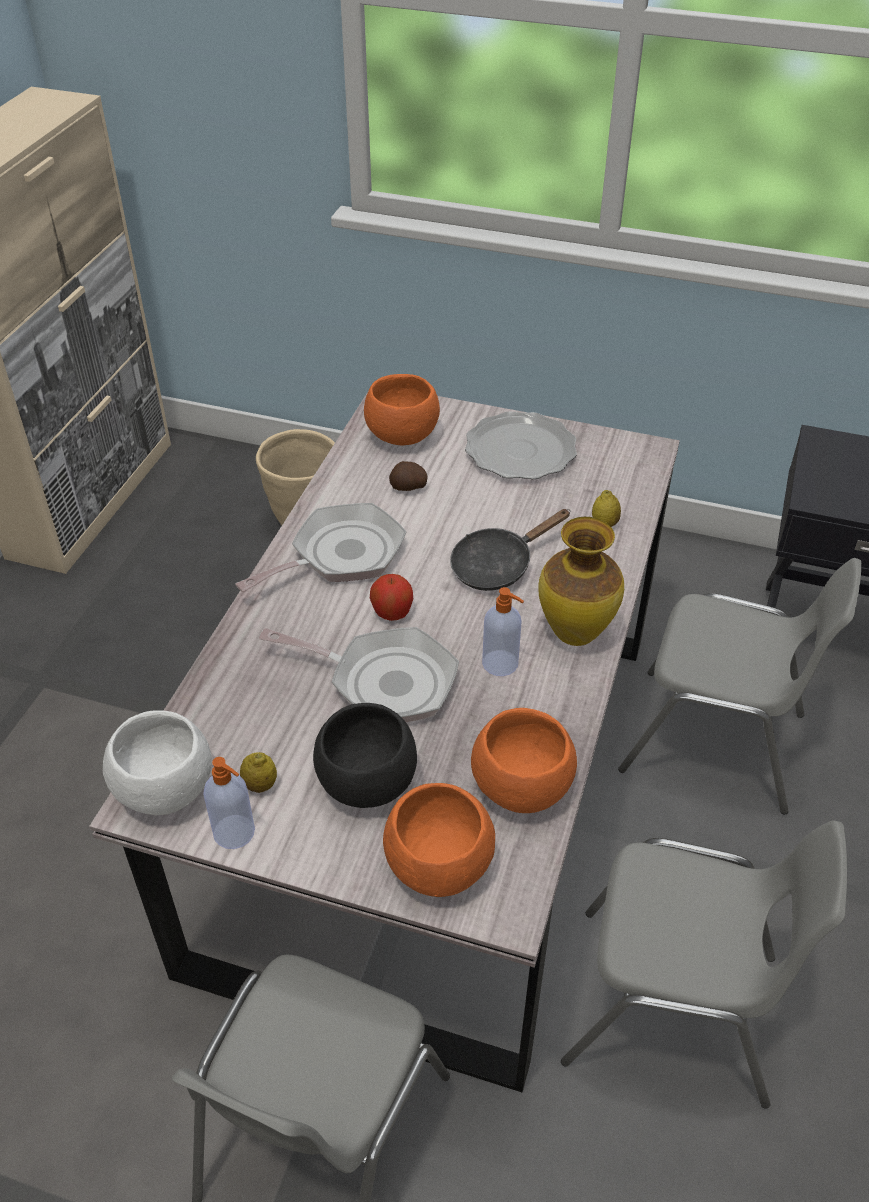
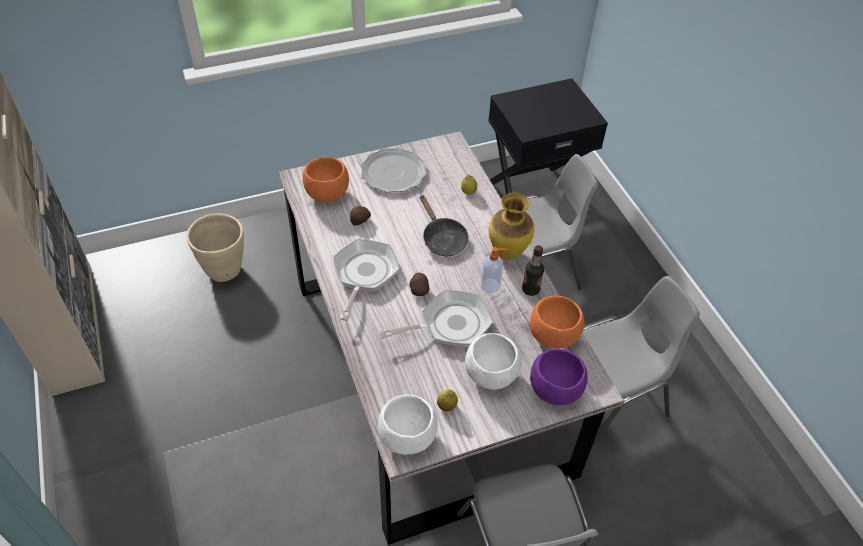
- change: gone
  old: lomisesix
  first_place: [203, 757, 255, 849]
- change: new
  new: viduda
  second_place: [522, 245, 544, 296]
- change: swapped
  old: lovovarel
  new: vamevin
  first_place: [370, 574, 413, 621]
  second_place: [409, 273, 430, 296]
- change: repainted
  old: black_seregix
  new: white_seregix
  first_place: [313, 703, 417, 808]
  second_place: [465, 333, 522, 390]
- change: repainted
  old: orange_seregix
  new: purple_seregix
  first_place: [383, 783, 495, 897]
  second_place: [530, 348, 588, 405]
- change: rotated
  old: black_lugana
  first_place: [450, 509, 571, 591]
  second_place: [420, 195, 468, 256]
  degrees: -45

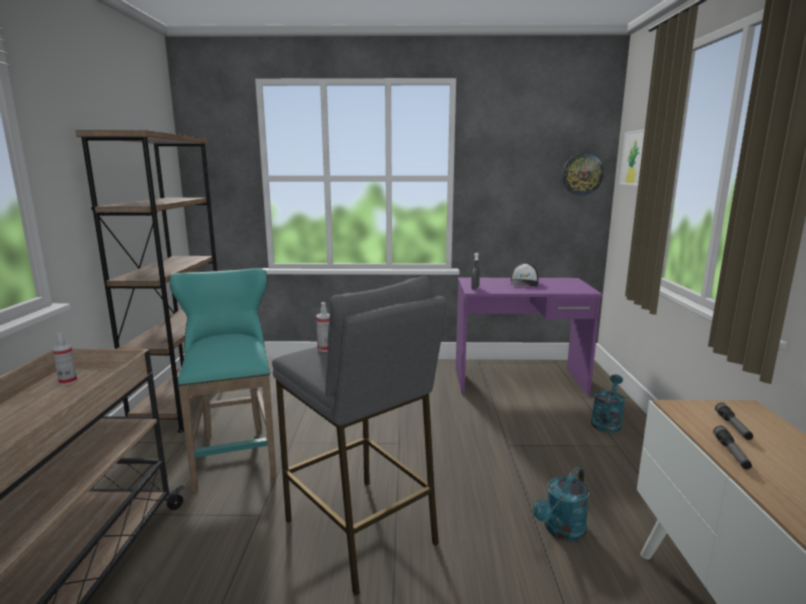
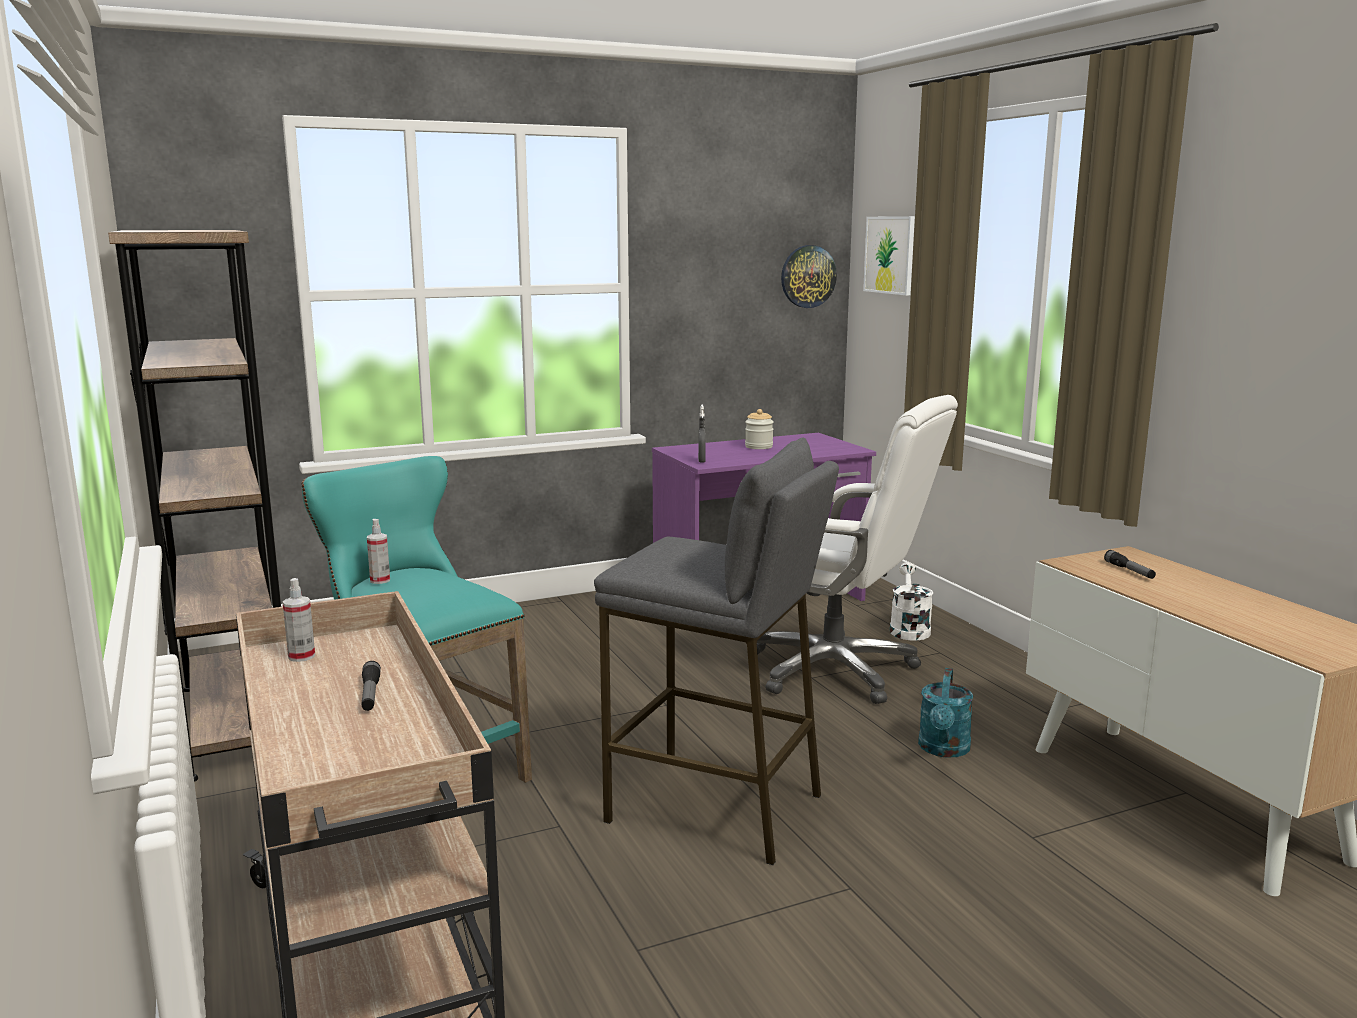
- change: new
  new: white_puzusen
  second_place: [757, 395, 958, 704]
- change: shifted
  old: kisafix
  first_place: [316, 302, 330, 352]
  second_place: [367, 519, 390, 584]
- change: shifted
  old: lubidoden
  first_place: [713, 426, 752, 469]
  second_place: [361, 661, 381, 711]
- change: swapped
  old: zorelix
  new: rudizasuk
  first_place: [510, 263, 538, 287]
  second_place: [745, 409, 774, 449]
- change: repainted
  old: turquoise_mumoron
  new: white_mumoron
  first_place: [591, 374, 625, 433]
  second_place: [890, 562, 933, 641]

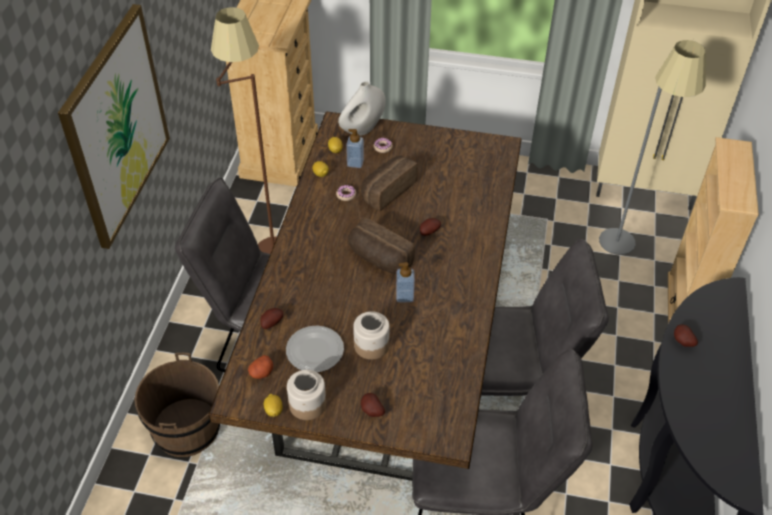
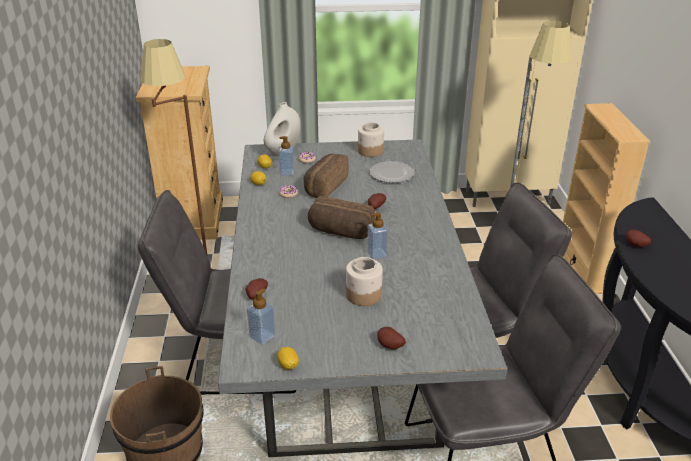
- change: gone
  old: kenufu
  first_place: [58, 4, 170, 249]
- change: shifted
  old: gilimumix
  first_place: [286, 326, 344, 372]
  second_place: [370, 161, 414, 183]
- change: shifted
  old: rudizasuk
  first_place: [287, 370, 326, 420]
  second_place: [358, 122, 384, 157]
- change: swapped
  old: vamevin
  new: lomisesix
  first_place: [248, 355, 273, 379]
  second_place: [247, 288, 275, 344]
- change: repainted
  old: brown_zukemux
  new: grey_zukemux
  first_place: [209, 111, 522, 481]
  second_place: [218, 139, 507, 457]

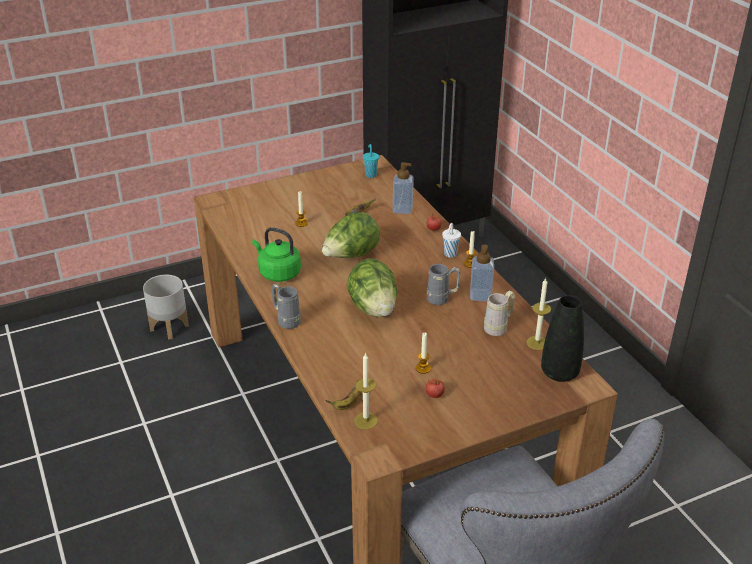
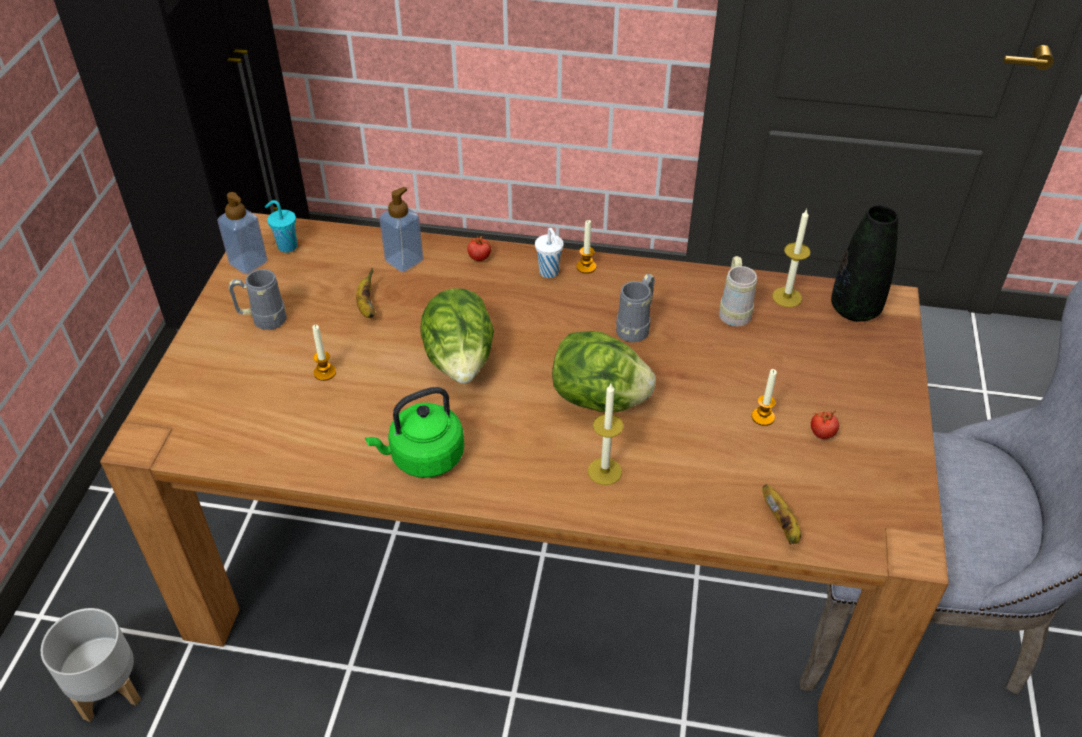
- change: shifted
  old: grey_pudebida
  first_place: [271, 284, 301, 329]
  second_place: [228, 269, 287, 330]
- change: shifted
  old: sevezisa
  first_place: [354, 352, 378, 429]
  second_place: [588, 384, 623, 485]
- change: shifted
  old: lomisesix
  first_place: [470, 245, 494, 301]
  second_place: [217, 192, 268, 274]

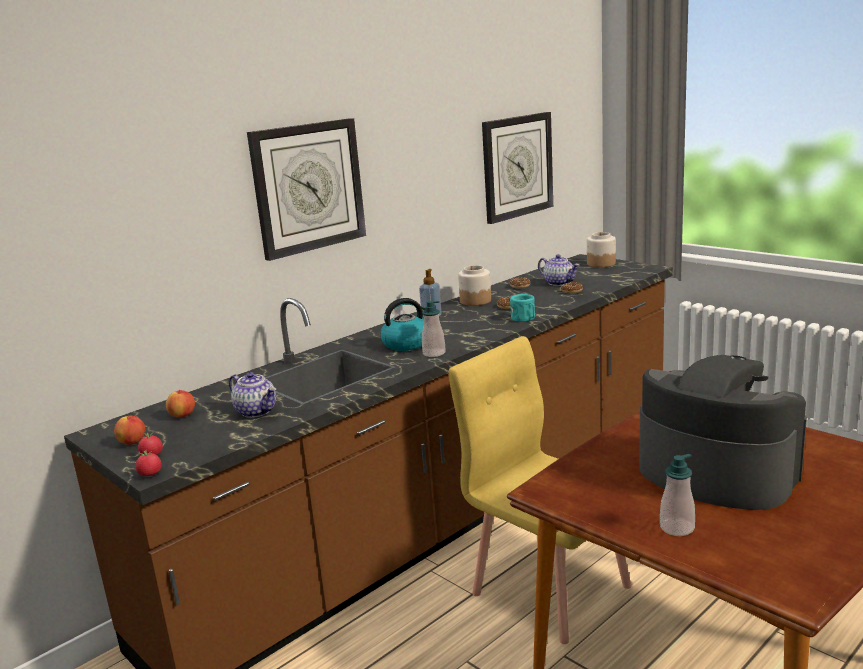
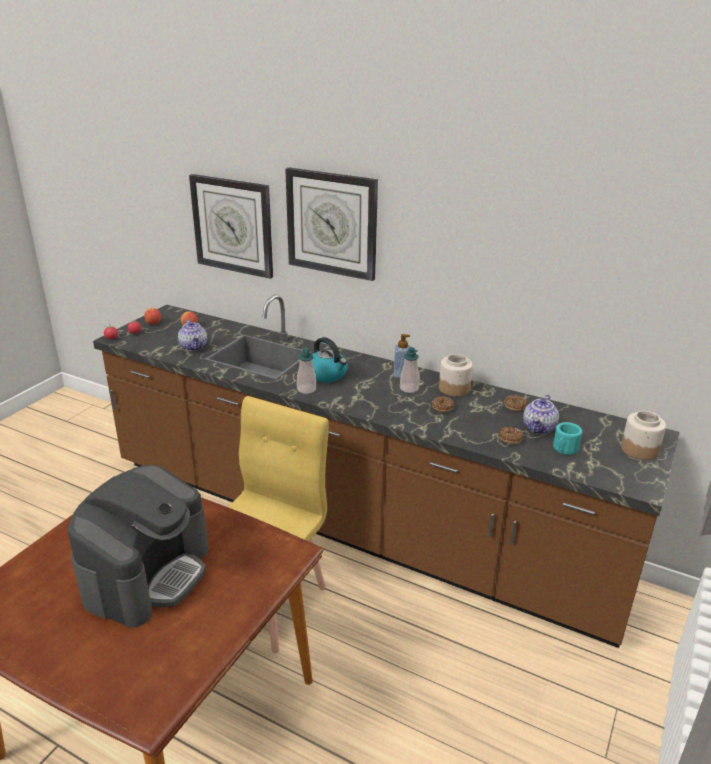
- change: shifted
  old: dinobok
  first_place: [482, 112, 553, 224]
  second_place: [189, 174, 273, 279]
- change: shifted
  old: turquoise_pudebida
  first_place: [510, 294, 535, 322]
  second_place: [553, 422, 582, 455]
- change: shifted
  old: lomisesix
  first_place: [660, 454, 695, 536]
  second_place: [400, 347, 420, 393]
- change: rotated
  old: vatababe
  first_place: [229, 372, 276, 418]
  second_place: [178, 320, 207, 351]
  degrees: -45

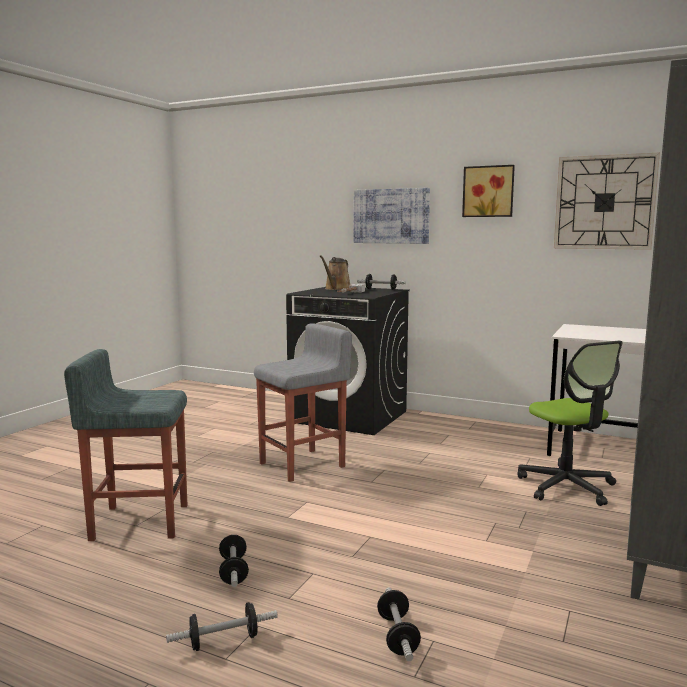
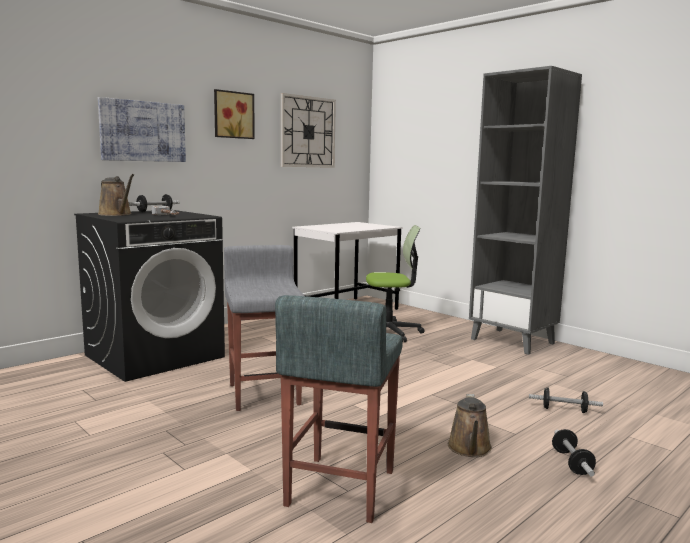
- change: swapped
  old: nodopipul
  new: brown_mumoron
  first_place: [219, 534, 249, 587]
  second_place: [448, 394, 492, 457]

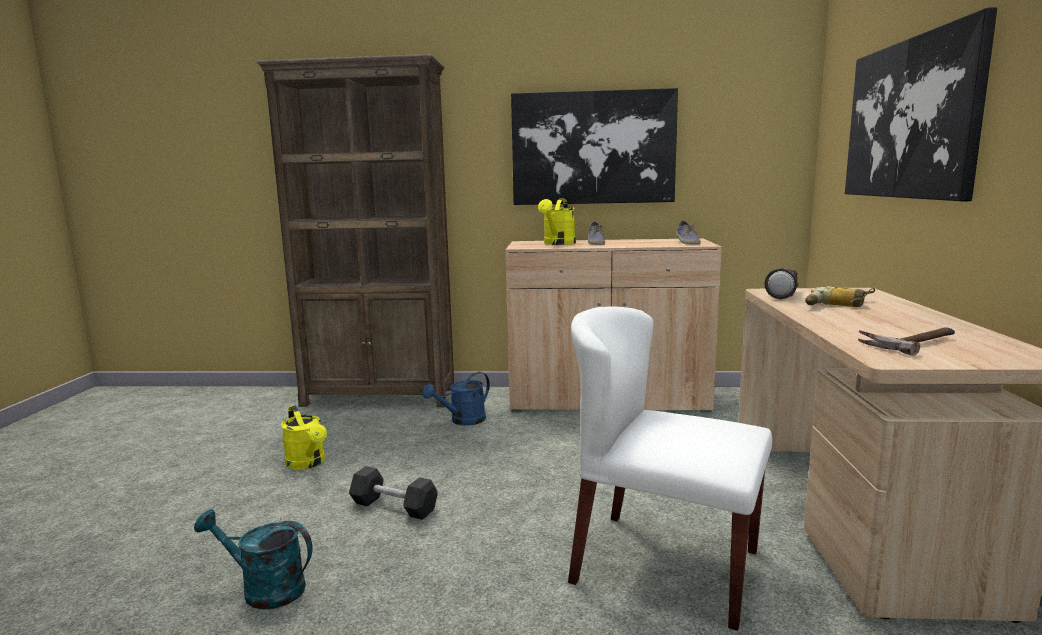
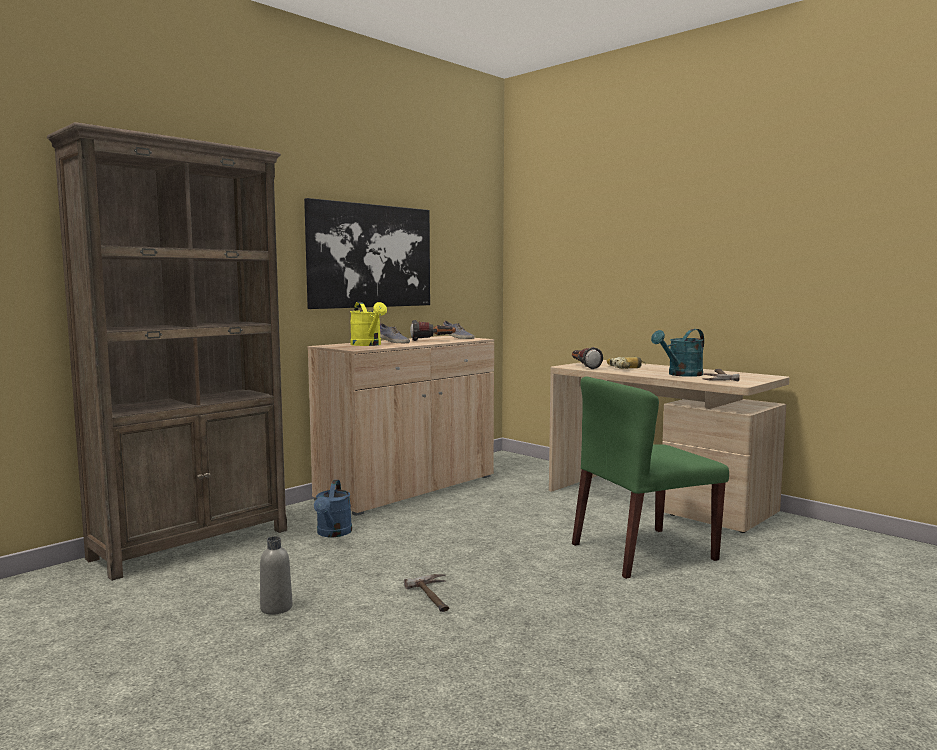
- change: gone
  old: kenufu
  first_place: [845, 7, 997, 202]
- change: new
  new: lubidoden
  second_place: [410, 320, 456, 341]
- change: shifted
  old: turquoise_mumoron
  first_place: [194, 509, 312, 610]
  second_place: [651, 329, 704, 377]
- change: swapped
  old: yellow_mumoron
  new: grey_viduda
  first_place: [281, 406, 327, 469]
  second_place: [260, 536, 293, 615]
- change: swapped
  old: black_nodopipul
  new: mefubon
  first_place: [349, 466, 438, 520]
  second_place: [404, 574, 449, 612]
- change: repainted
  old: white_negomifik
  new: green_negomifik
  first_place: [568, 306, 772, 631]
  second_place: [572, 376, 729, 579]

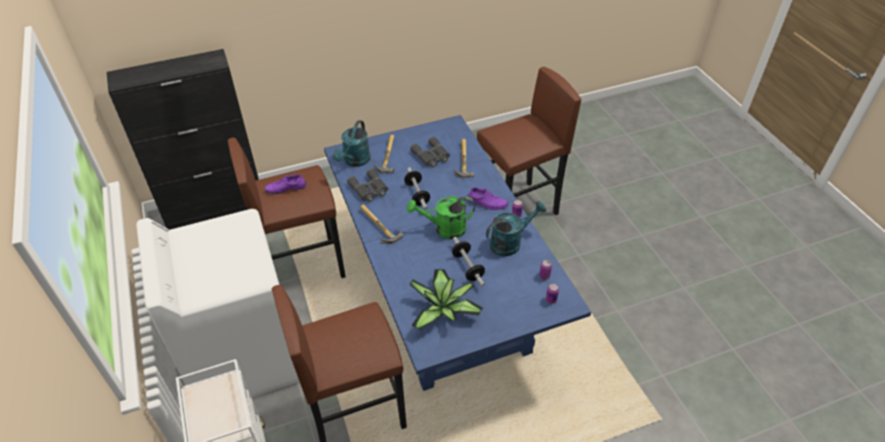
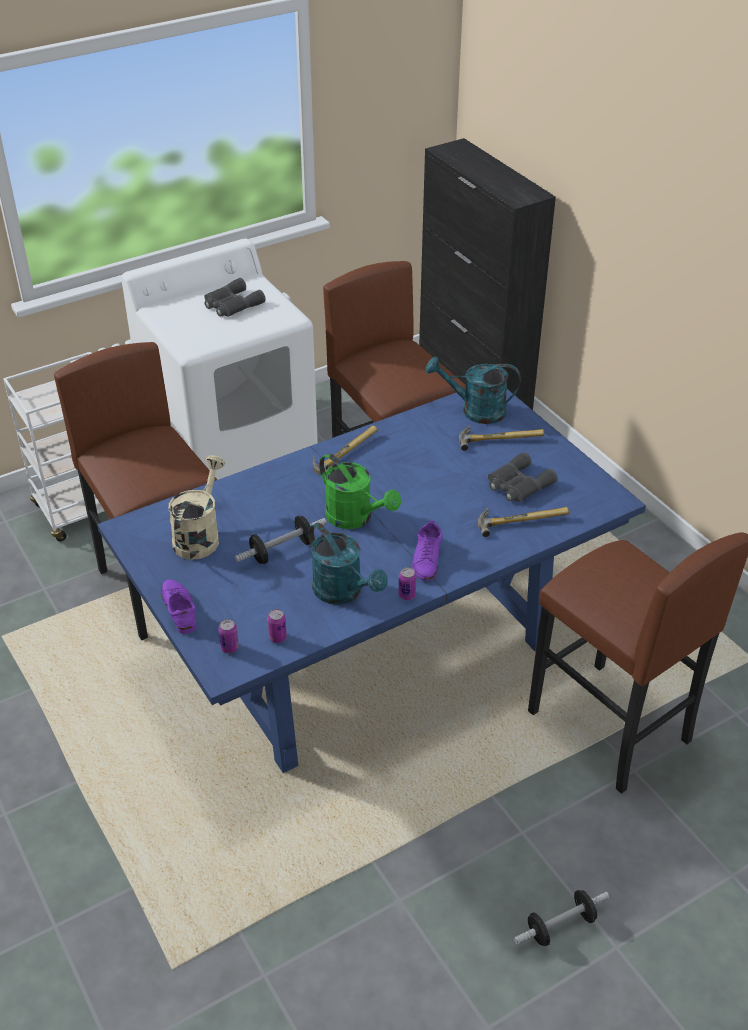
- change: shifted
  old: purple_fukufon
  first_place: [265, 174, 307, 194]
  second_place: [161, 579, 197, 634]
- change: shifted
  old: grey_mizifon
  first_place: [347, 168, 388, 202]
  second_place: [204, 278, 266, 317]
- change: shifted
  old: nodopipul
  first_place: [404, 167, 430, 210]
  second_place: [514, 890, 610, 946]
- change: swapped
  old: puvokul
  new: beige_mumoron
  first_place: [409, 269, 483, 330]
  second_place: [168, 455, 225, 560]
- change: rotated
  old: green_mumoron
  first_place: [407, 196, 475, 239]
  second_place: [319, 454, 401, 529]
  degrees: 150

